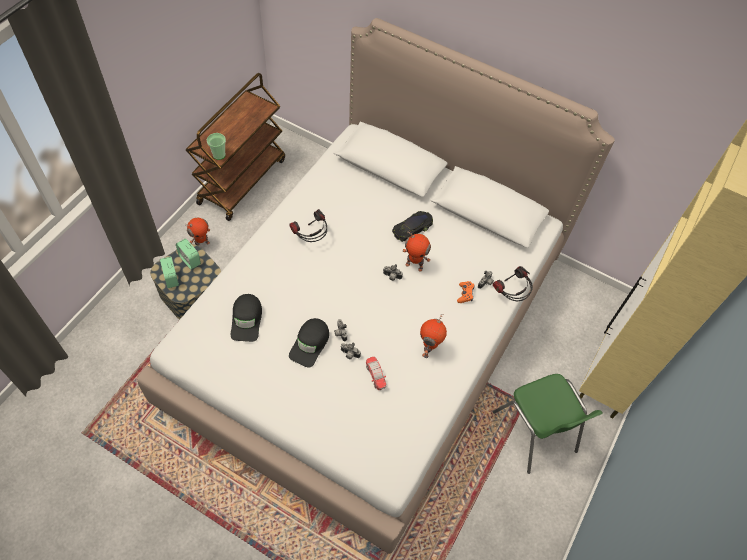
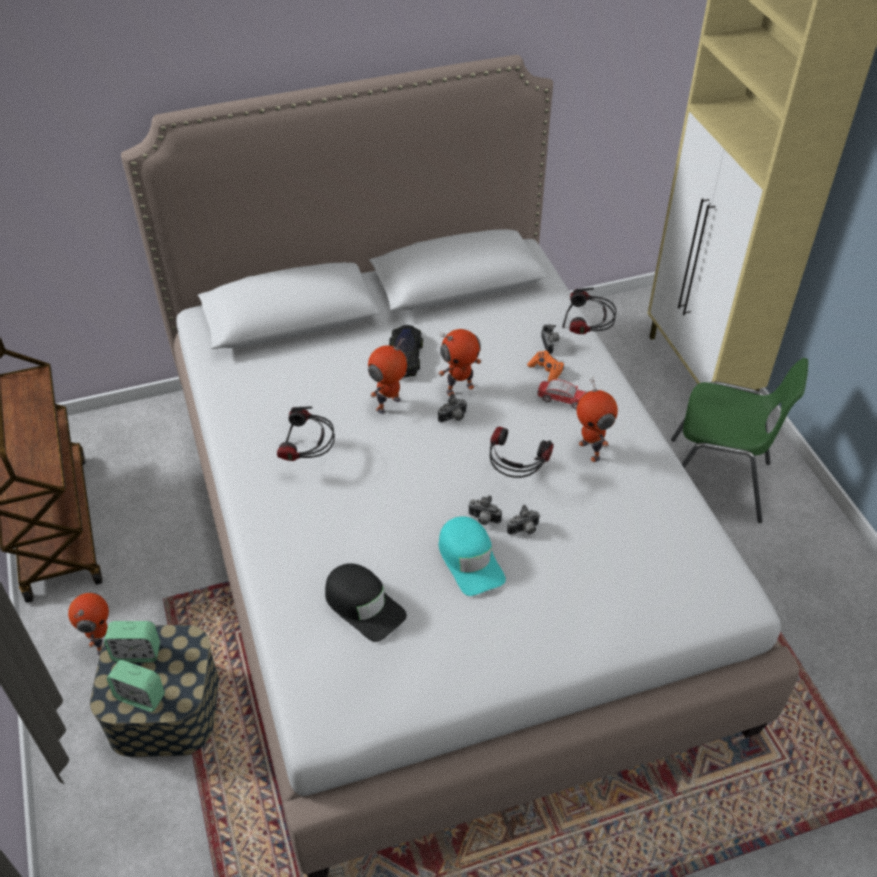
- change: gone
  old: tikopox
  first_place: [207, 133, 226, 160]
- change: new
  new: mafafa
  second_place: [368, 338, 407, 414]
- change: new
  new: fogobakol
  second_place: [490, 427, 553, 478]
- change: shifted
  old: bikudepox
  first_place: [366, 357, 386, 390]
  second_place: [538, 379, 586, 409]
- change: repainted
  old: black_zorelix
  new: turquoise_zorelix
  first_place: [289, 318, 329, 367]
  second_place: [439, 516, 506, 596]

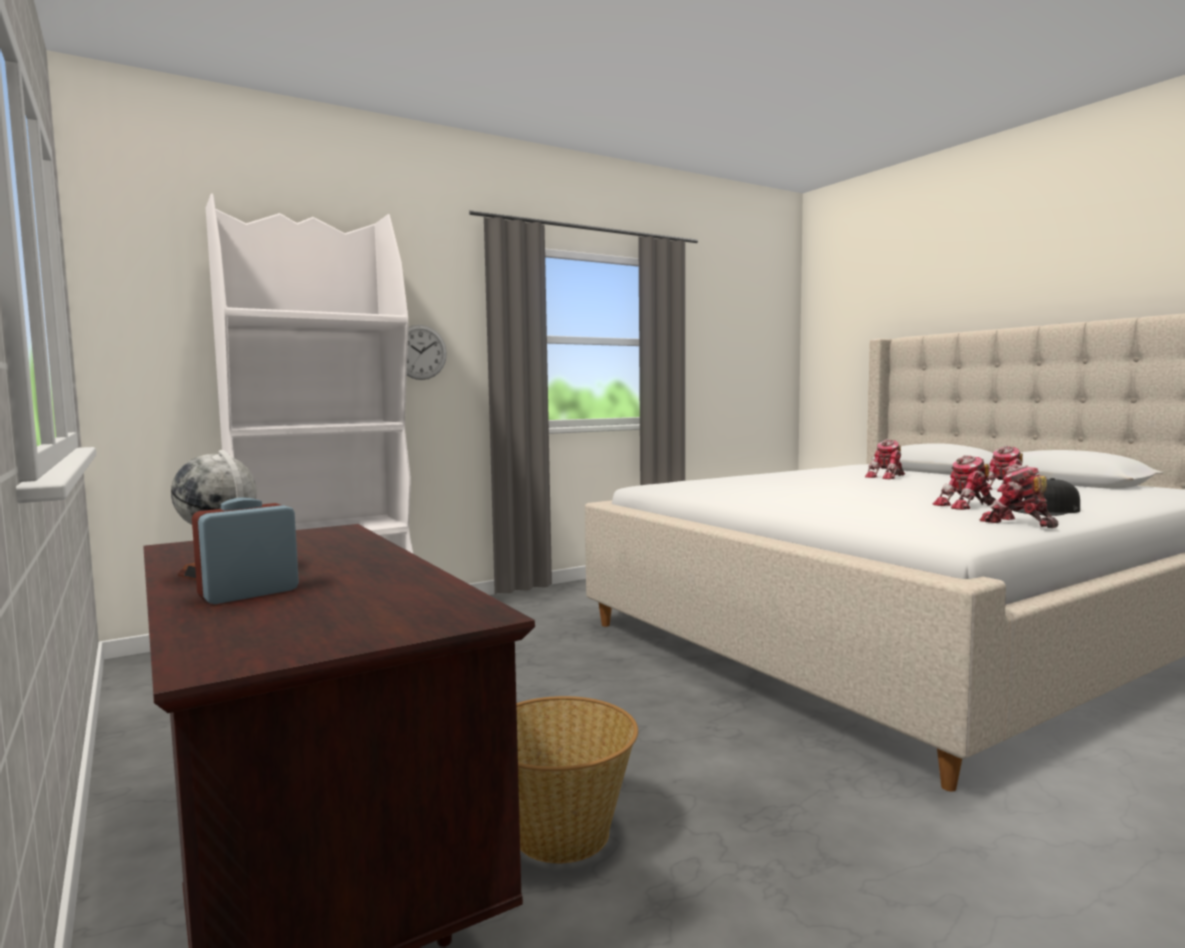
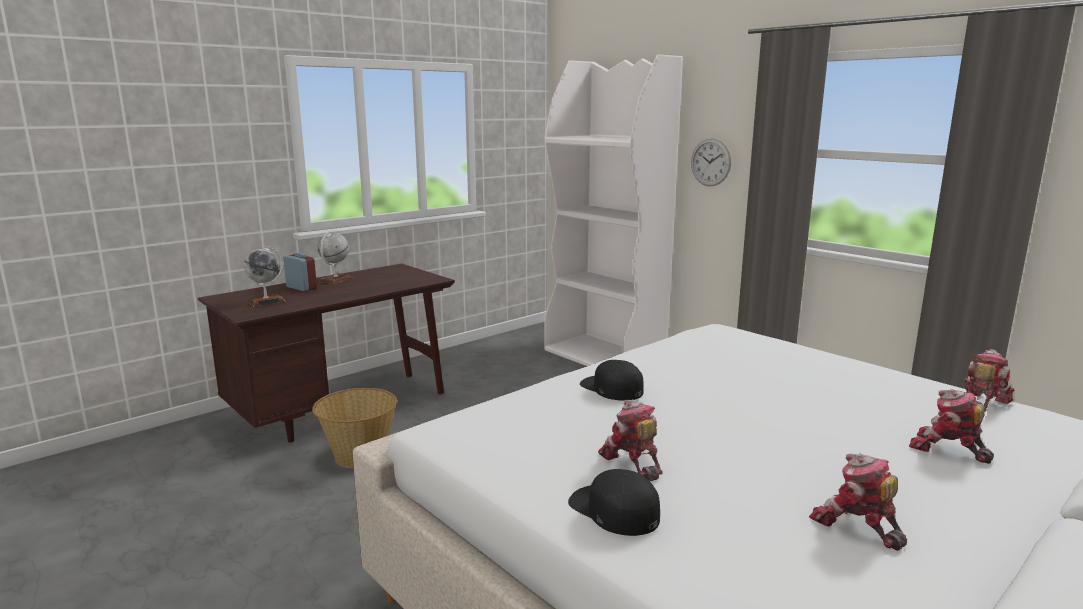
- change: new
  new: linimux
  second_place: [244, 246, 286, 307]
- change: new
  new: black_zorelix
  second_place: [580, 360, 644, 401]
- change: shifted
  old: mafafa
  first_place: [980, 464, 1058, 528]
  second_place: [964, 349, 1015, 412]

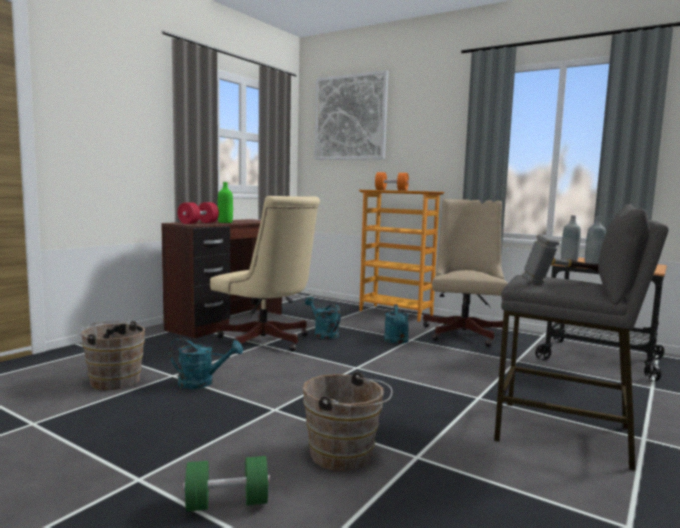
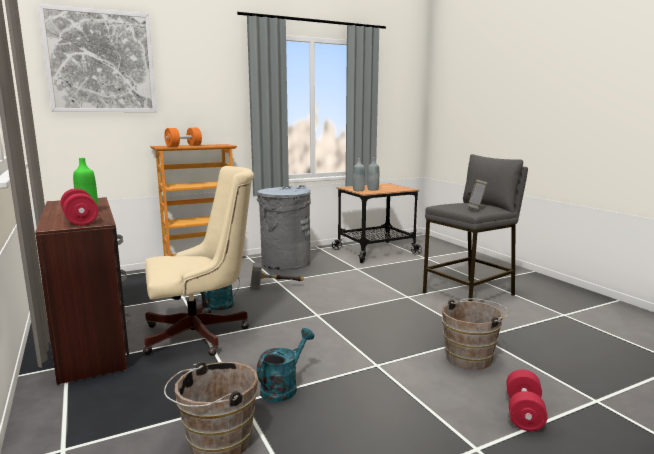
- change: swapped
  old: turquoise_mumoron
  new: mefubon
  first_place: [384, 304, 409, 344]
  second_place: [251, 262, 304, 288]
- change: swapped
  old: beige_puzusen
  new: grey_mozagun
  first_place: [423, 199, 508, 347]
  second_place: [257, 185, 311, 270]
- change: repainted
  old: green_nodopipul
  new: red_nodopipul
  first_place: [183, 456, 270, 512]
  second_place: [506, 369, 548, 431]

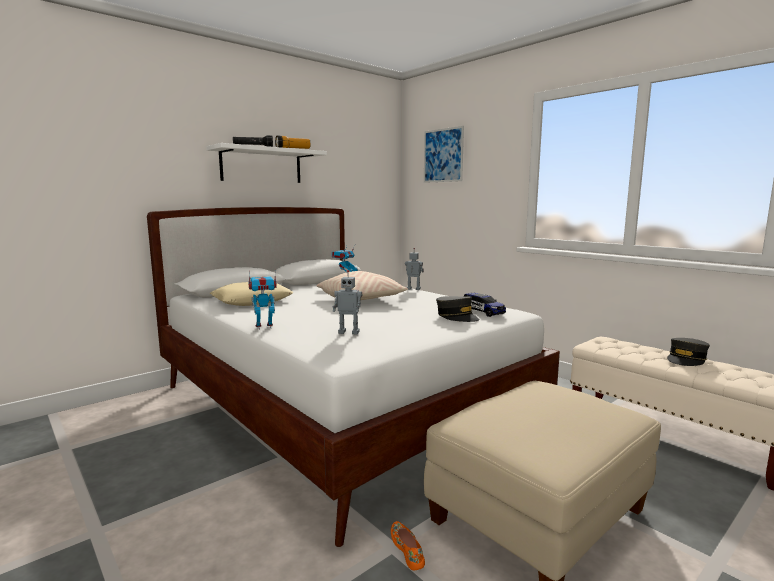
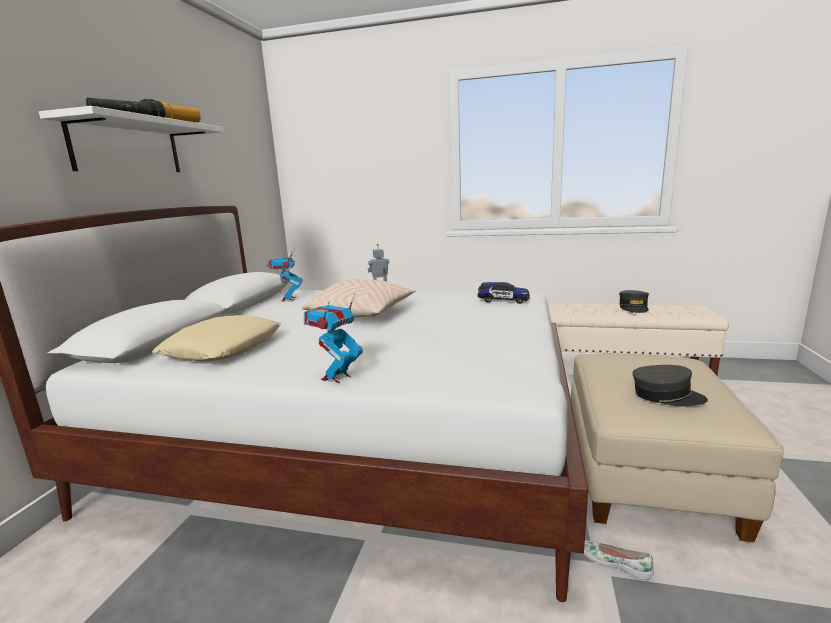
- change: gone
  old: mafafa
  first_place: [333, 270, 362, 334]
- change: gone
  old: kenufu
  first_place: [424, 126, 464, 183]
- change: shifted
  old: grey_zorelix
  first_place: [436, 296, 480, 322]
  second_place: [632, 365, 708, 406]
- change: repainted
  old: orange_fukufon
  new: white_fukufon
  first_place: [391, 521, 425, 570]
  second_place: [584, 540, 654, 580]

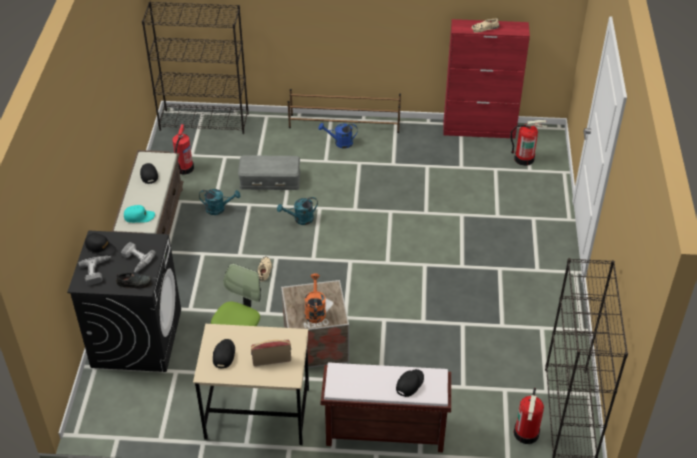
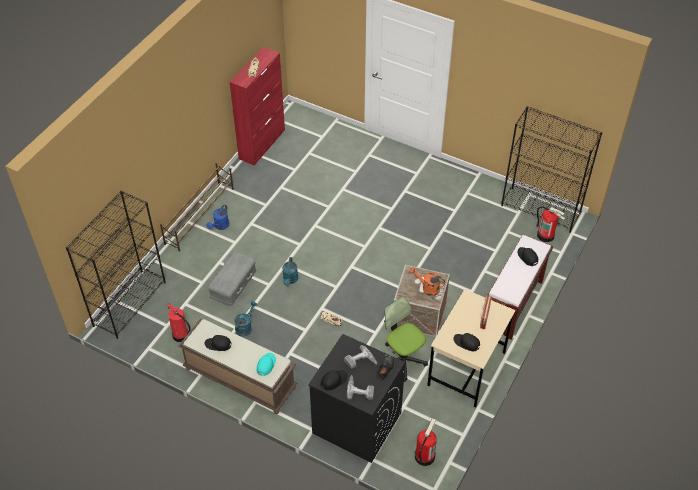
- change: shifted
  old: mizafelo
  first_place: [510, 120, 548, 166]
  second_place: [415, 418, 437, 466]

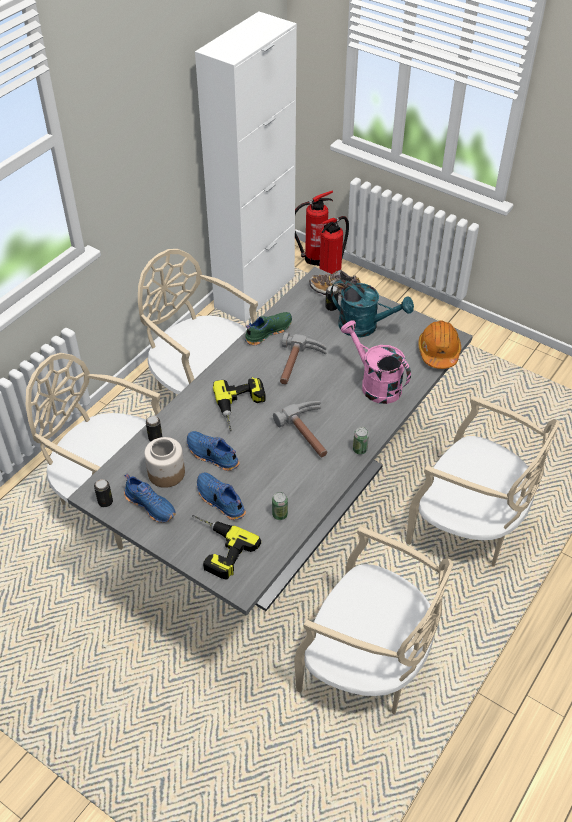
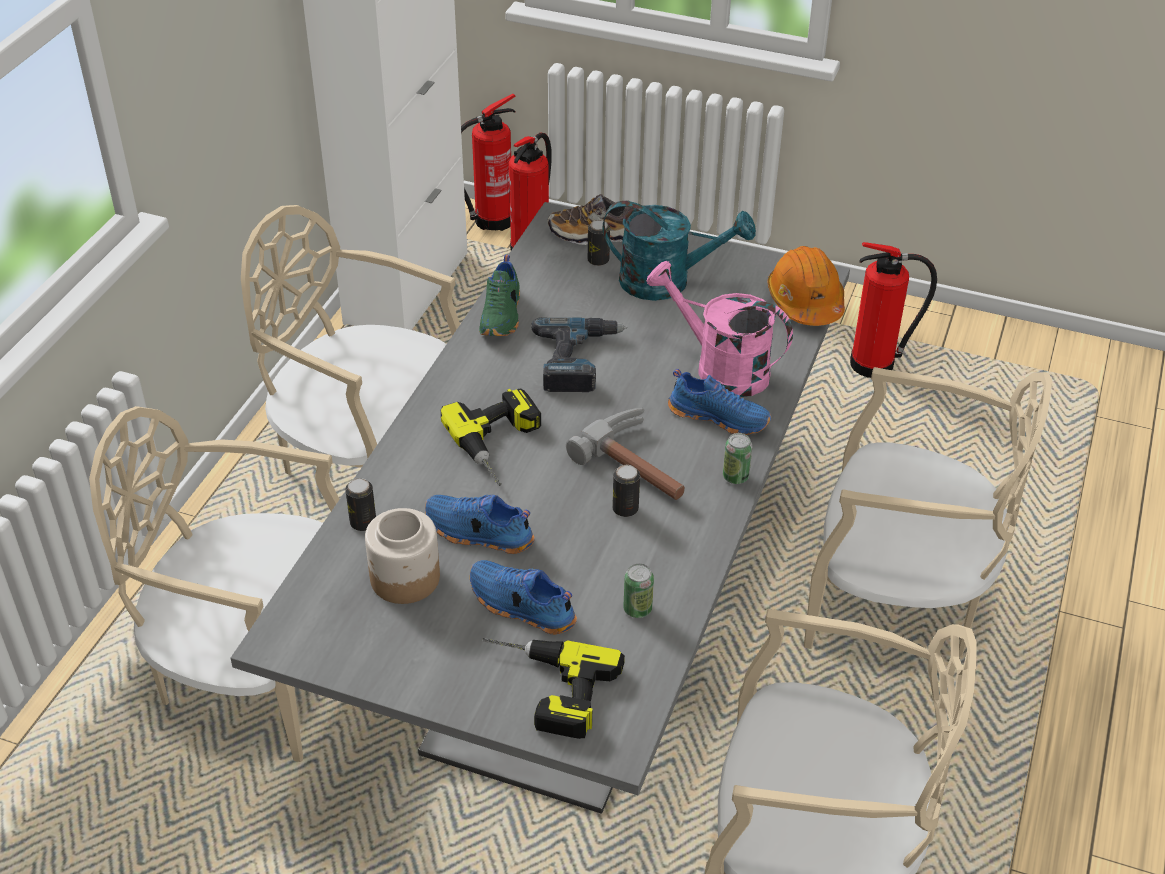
- change: new
  new: mizafelo
  second_place: [850, 242, 937, 378]
- change: shifted
  old: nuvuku
  first_place: [94, 479, 113, 507]
  second_place: [612, 465, 640, 517]
- change: shifted
  old: blue_fukufon
  first_place: [124, 474, 176, 523]
  second_place: [668, 369, 771, 435]
- change: swapped
  old: mefubon
  new: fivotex
  first_place: [280, 332, 327, 384]
  second_place: [531, 317, 627, 392]
- change: rotated
  old: green_fukufon
  first_place: [245, 312, 292, 345]
  second_place: [479, 255, 520, 336]
  degrees: 150

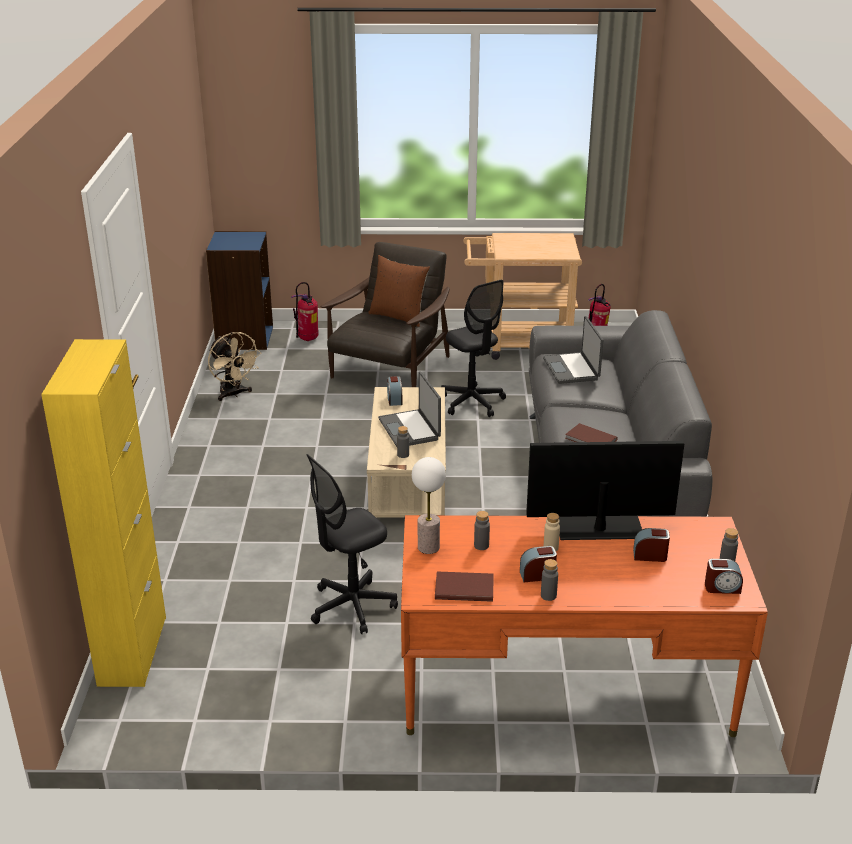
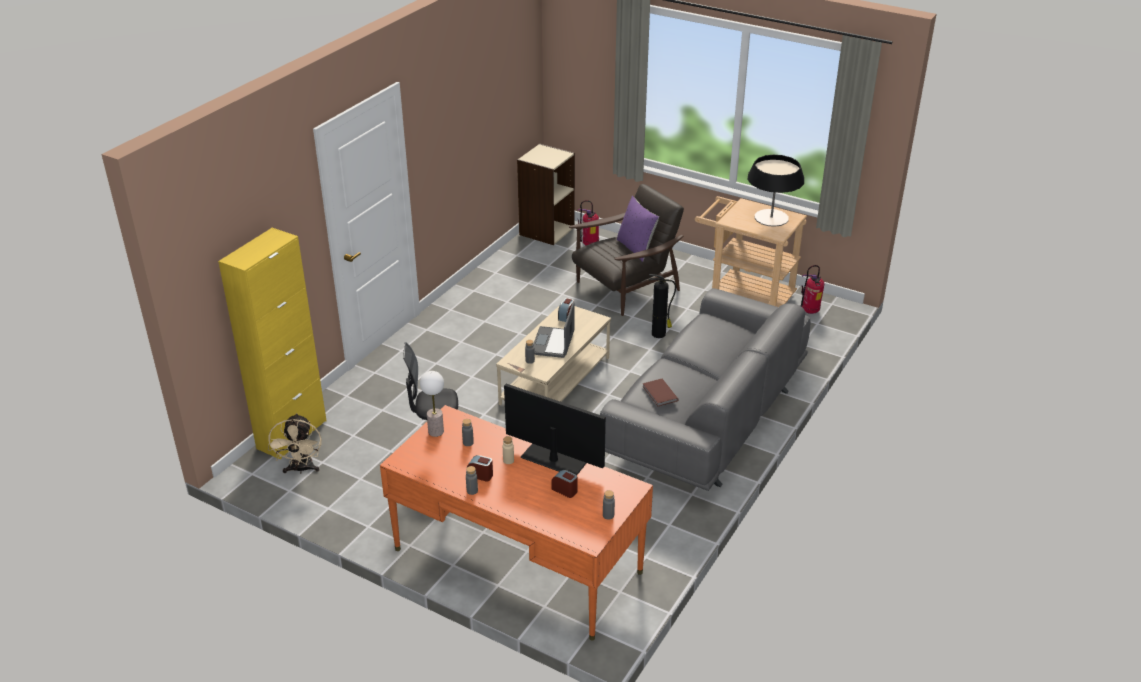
- change: gone
  old: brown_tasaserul
  first_place: [435, 571, 494, 602]
- change: gone
  old: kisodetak
  first_place: [543, 316, 603, 384]
- change: gone
  old: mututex
  first_place: [705, 559, 743, 594]
- change: new
  new: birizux
  second_place: [748, 155, 804, 227]
- change: shifted
  old: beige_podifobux
  first_place: [208, 332, 261, 401]
  second_place: [268, 413, 322, 474]
- change: swapped
  old: black_puzusen
  new: mizafelo
  first_place: [441, 280, 506, 417]
  second_place: [649, 274, 676, 338]
- change: repainted
  old: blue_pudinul
  new: beige_pudinul
  first_place: [206, 231, 273, 350]
  second_place: [517, 144, 575, 245]
- change: repainted
  old: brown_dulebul
  new: purple_dulebul
  first_place: [368, 255, 430, 327]
  second_place: [617, 196, 659, 262]

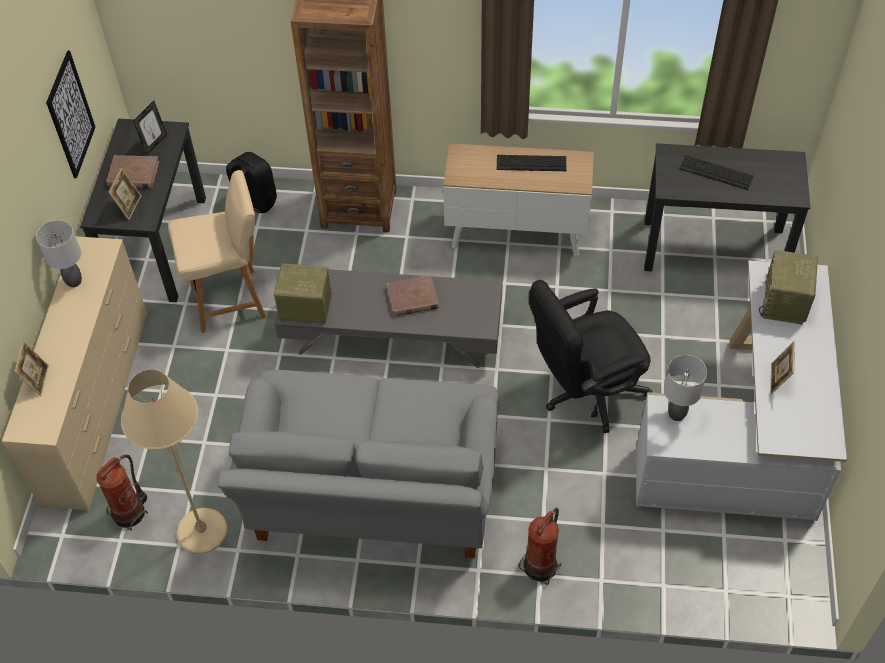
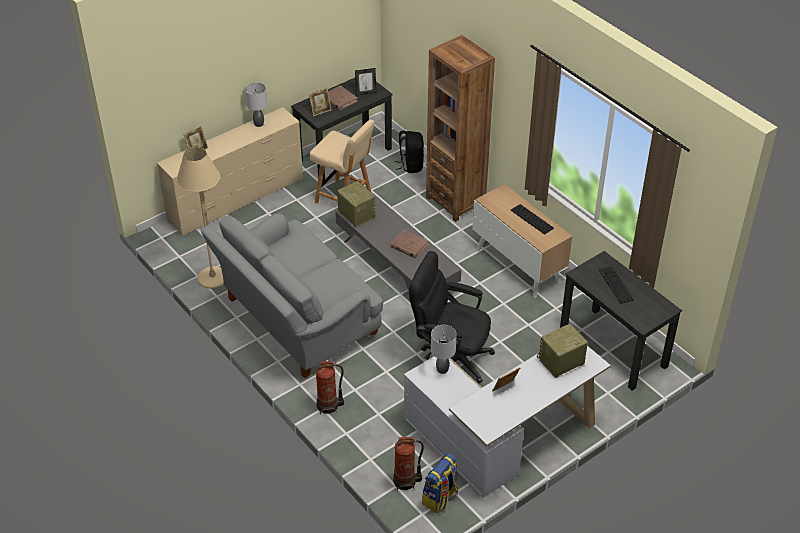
- change: gone
  old: kenufu
  first_place: [46, 51, 95, 178]
- change: new
  new: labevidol
  second_place: [422, 453, 458, 513]
- change: shifted
  old: mizafelo
  first_place: [97, 455, 148, 531]
  second_place: [393, 437, 424, 491]

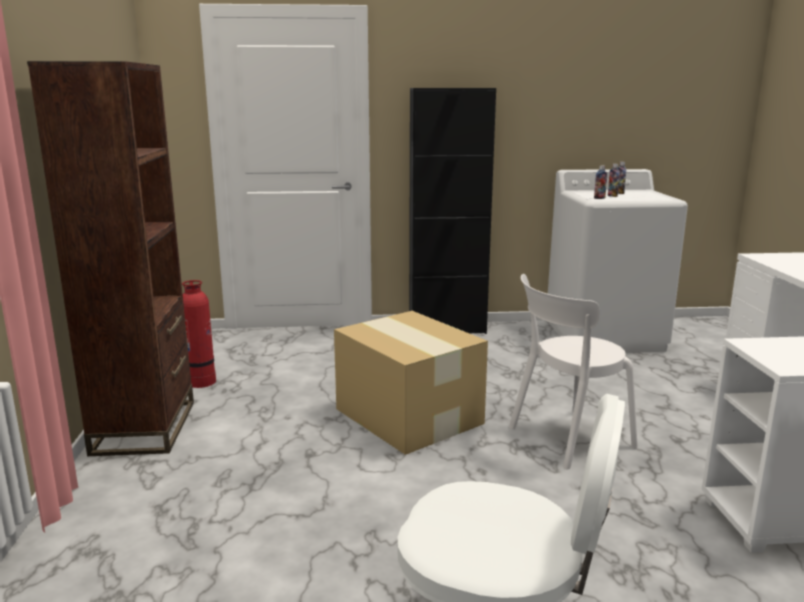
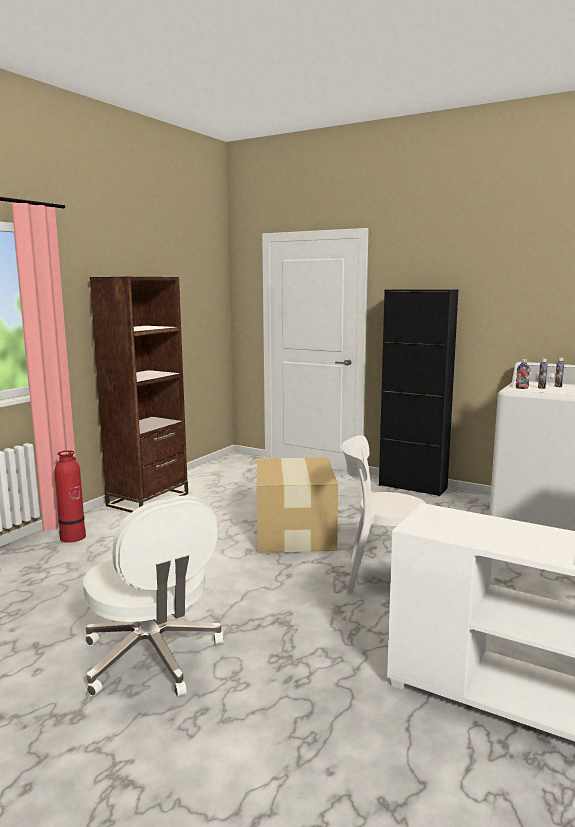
- change: shifted
  old: mizafelo
  first_place: [182, 280, 216, 388]
  second_place: [54, 450, 86, 543]

